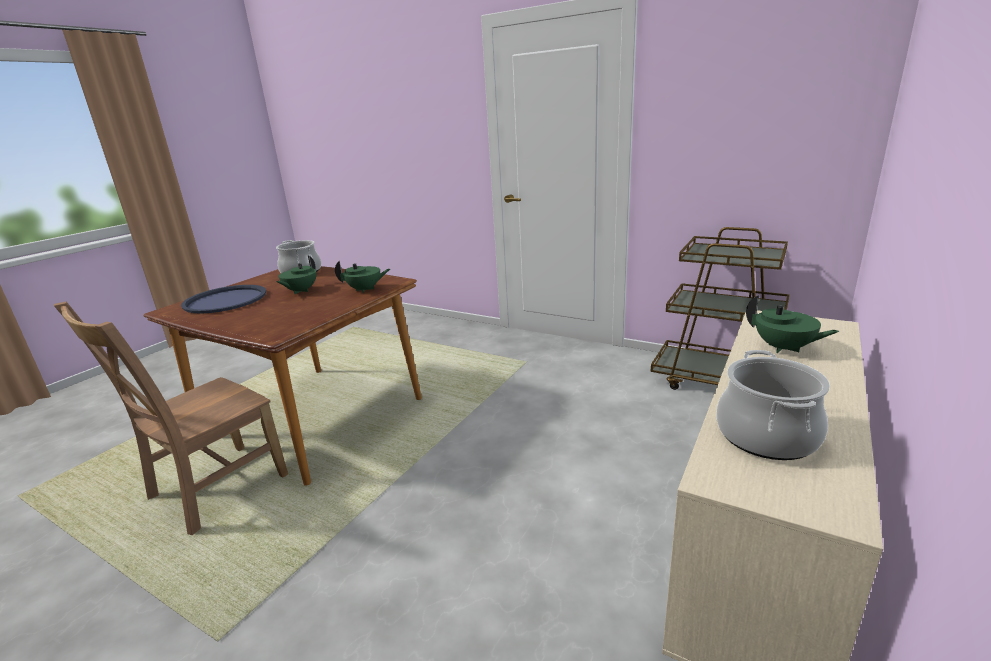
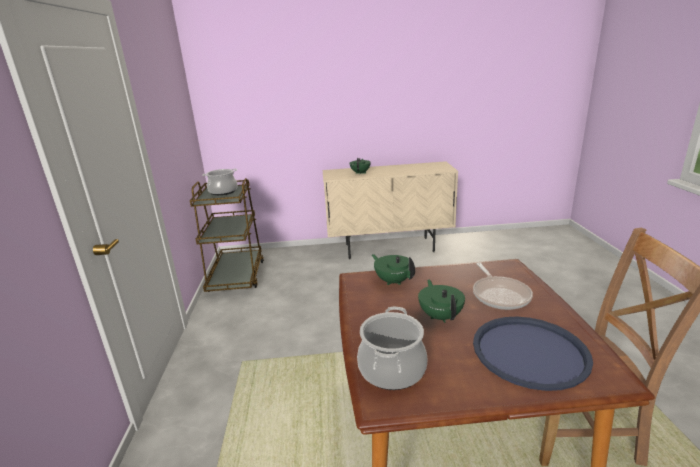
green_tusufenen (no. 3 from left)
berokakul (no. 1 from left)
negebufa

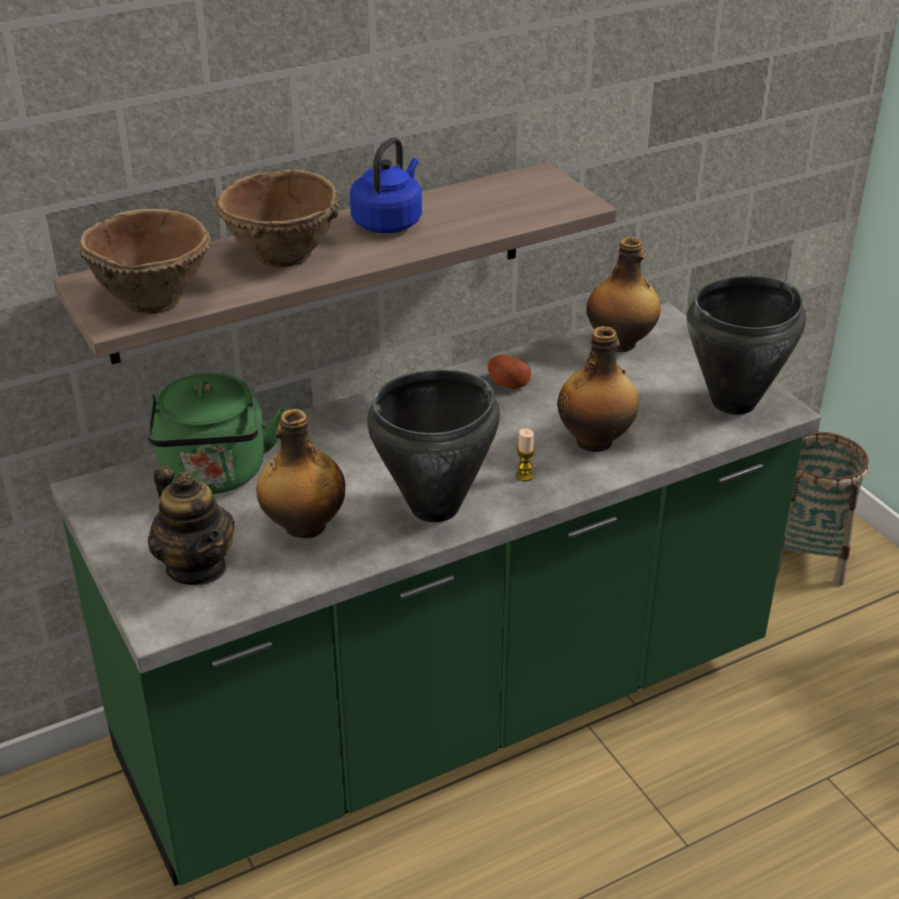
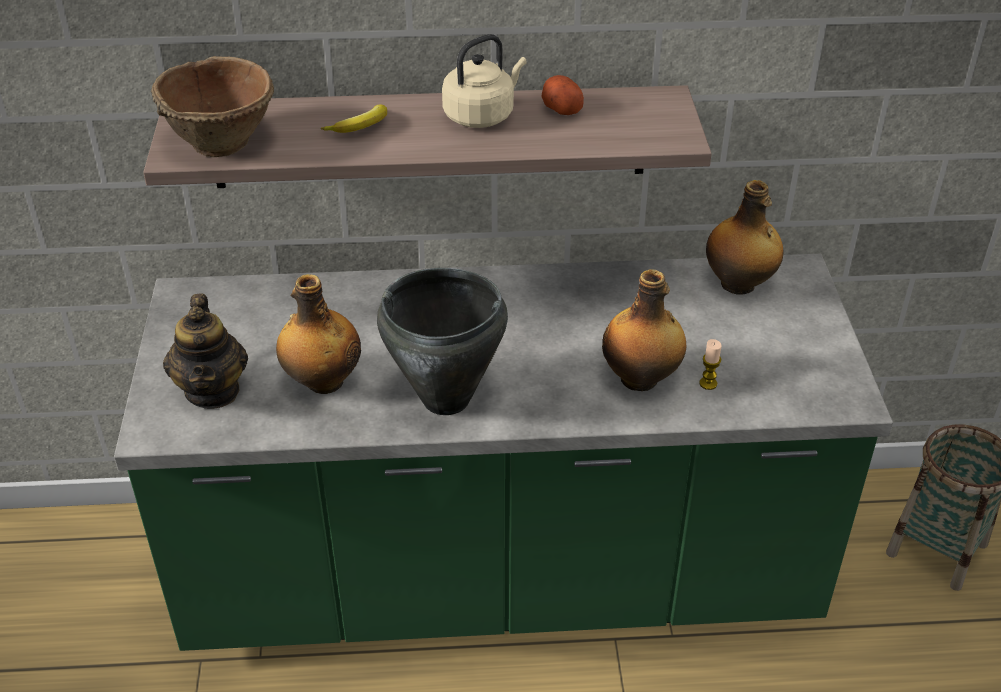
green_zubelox
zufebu
beige_zubelox
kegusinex
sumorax
black_berokakul (no. 2 from left in the first image)

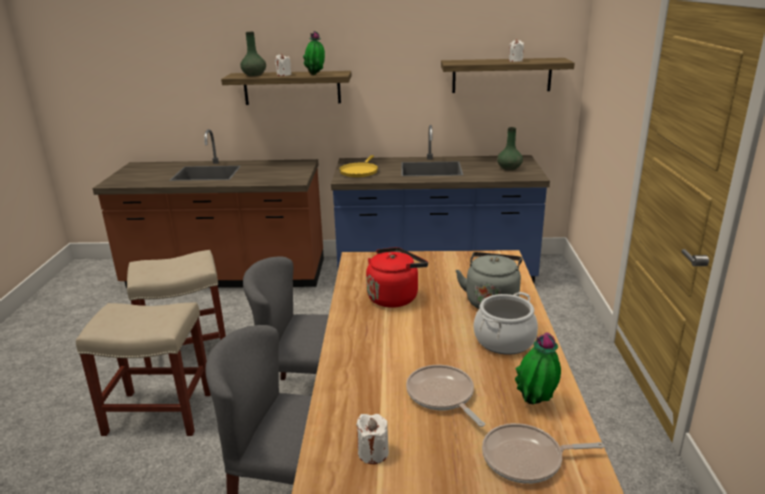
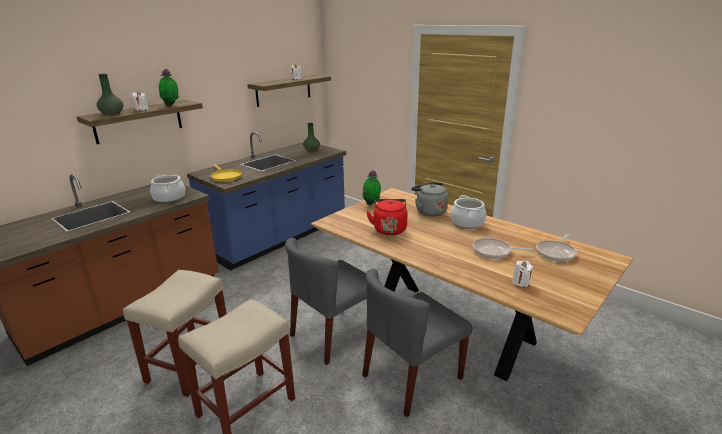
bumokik (no. 2 from left)
berokakul (no. 1 from left)

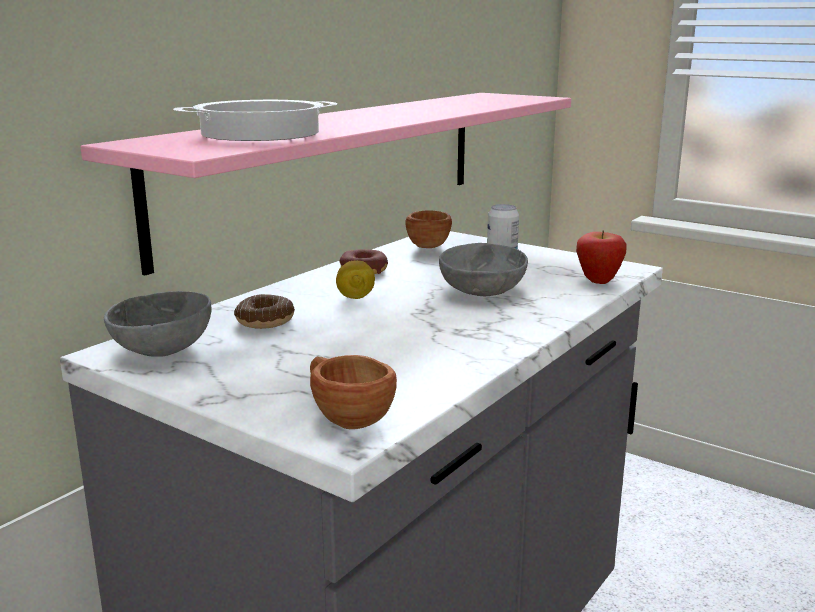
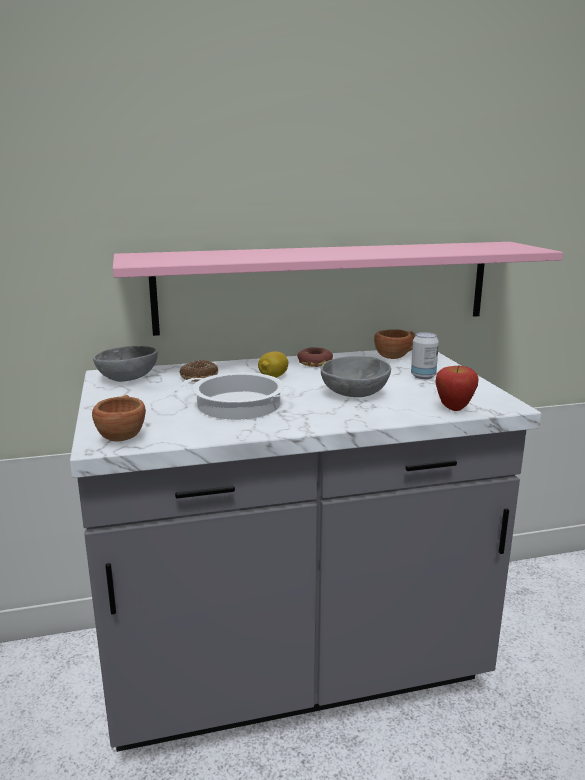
berokakul

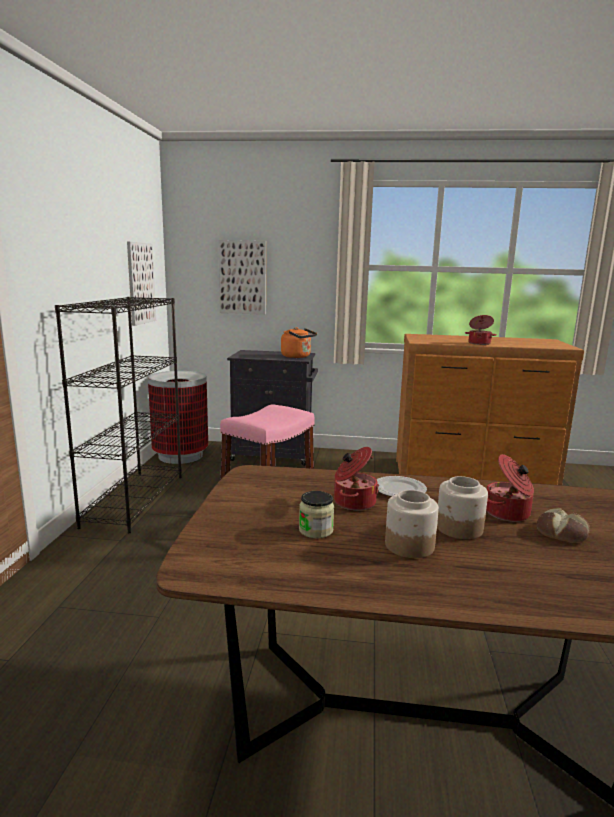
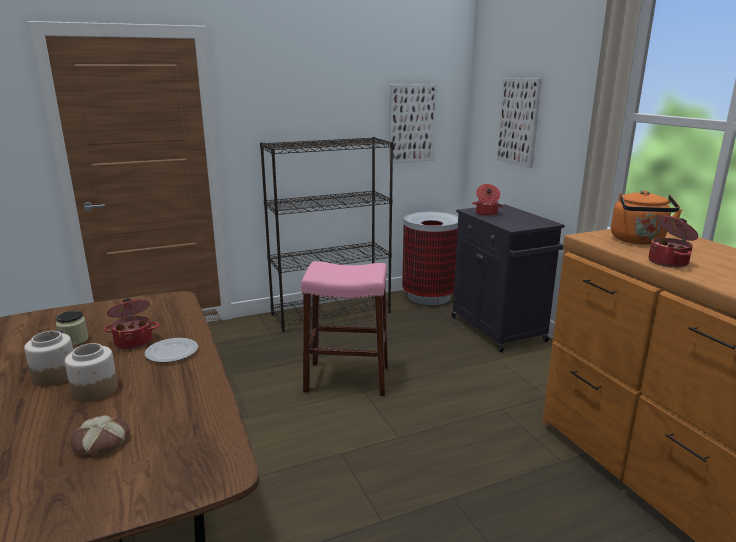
orange_zubelox
berokakul (no. 2 from left)

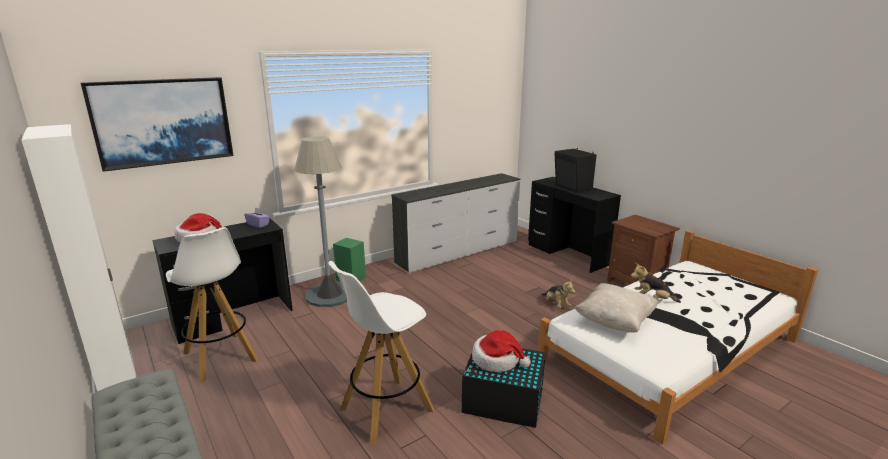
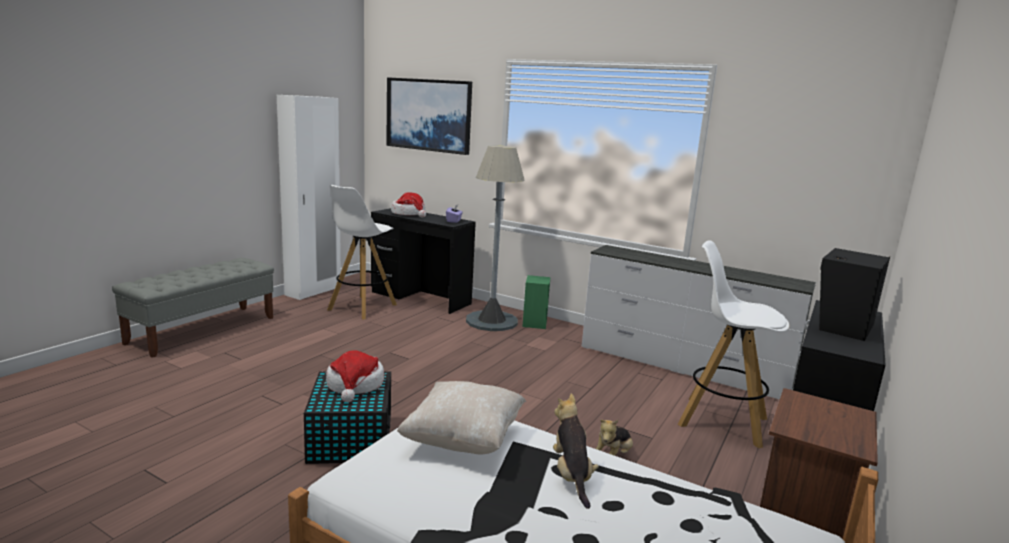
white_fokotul (no. 2 from left)

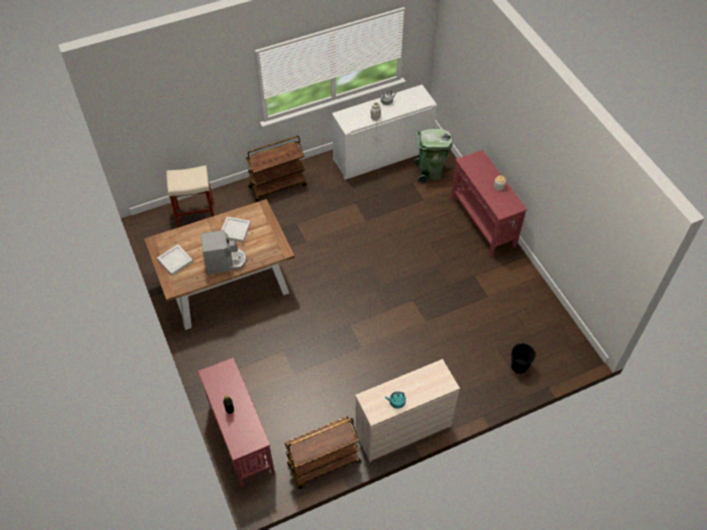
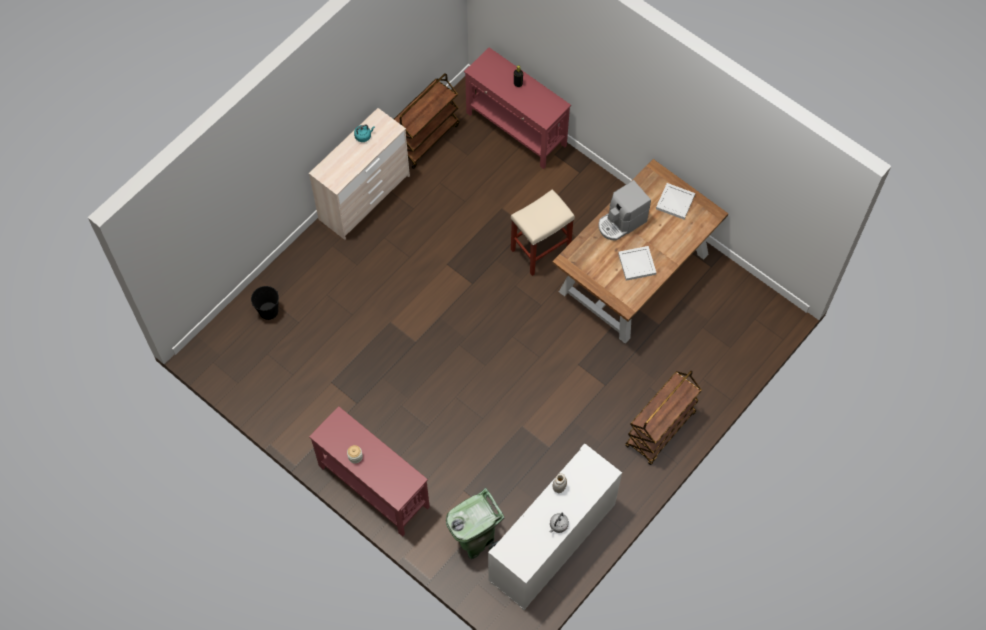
beige_fokotul

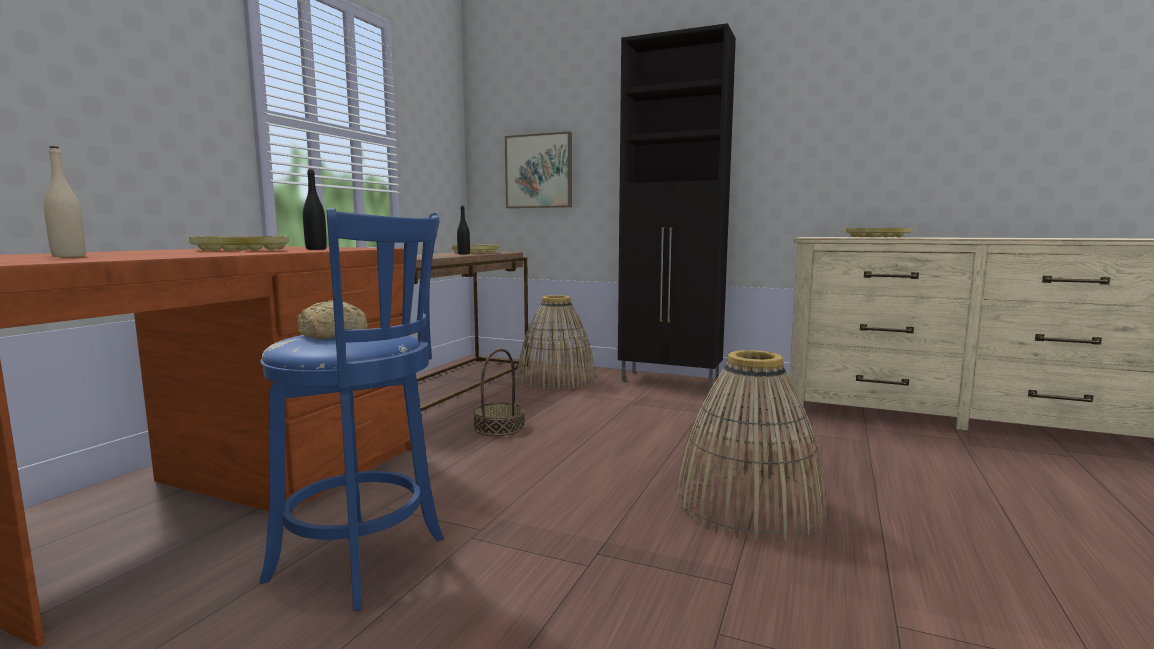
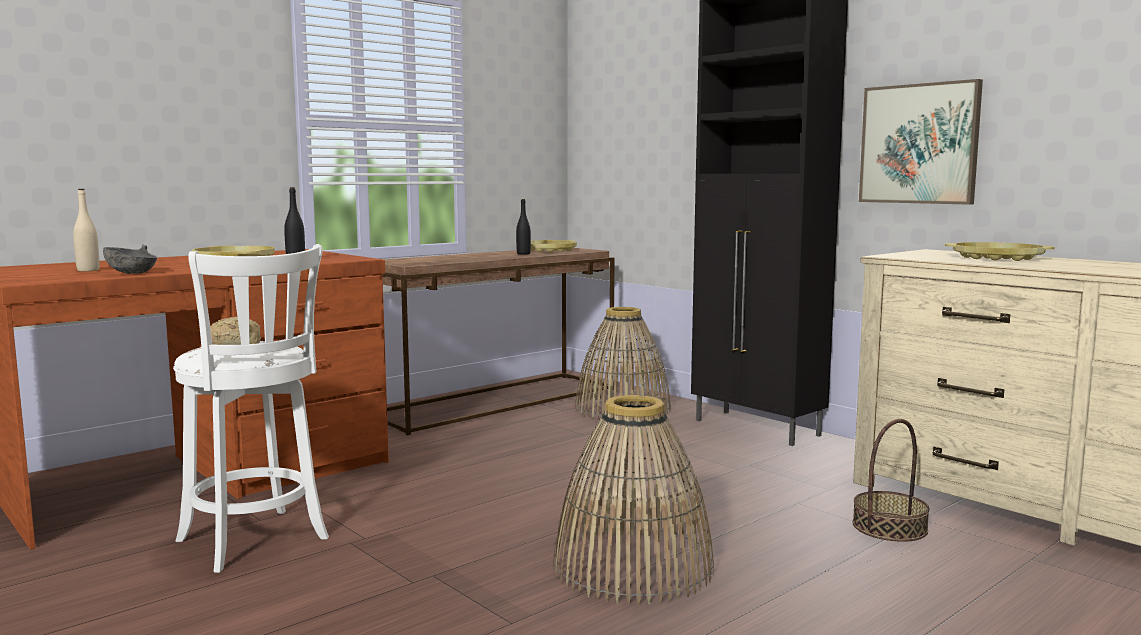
white_fokotul
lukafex (no. 3 from left)
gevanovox
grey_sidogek

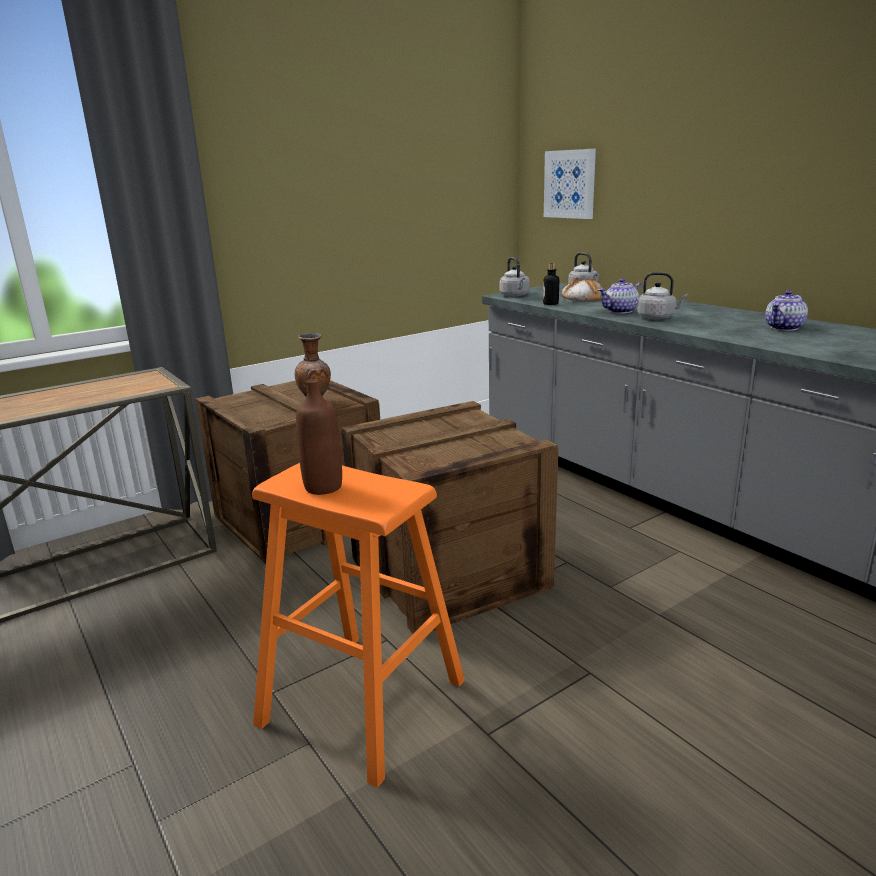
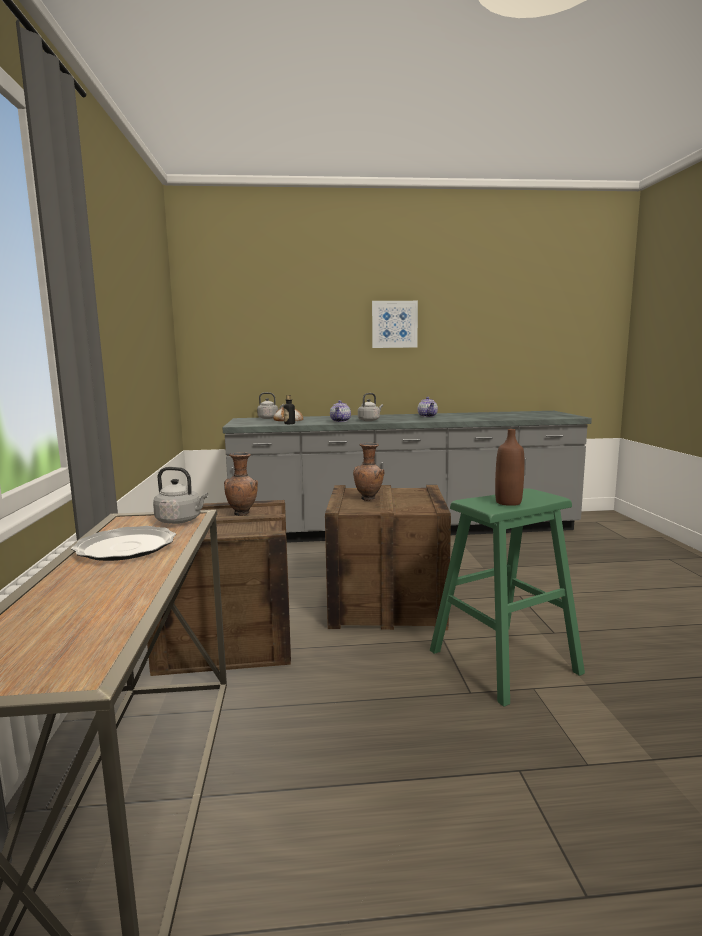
green_fokotul
grey_zubelox (no. 1 from left)
gevanovox
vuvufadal
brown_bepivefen (no. 2 from left)

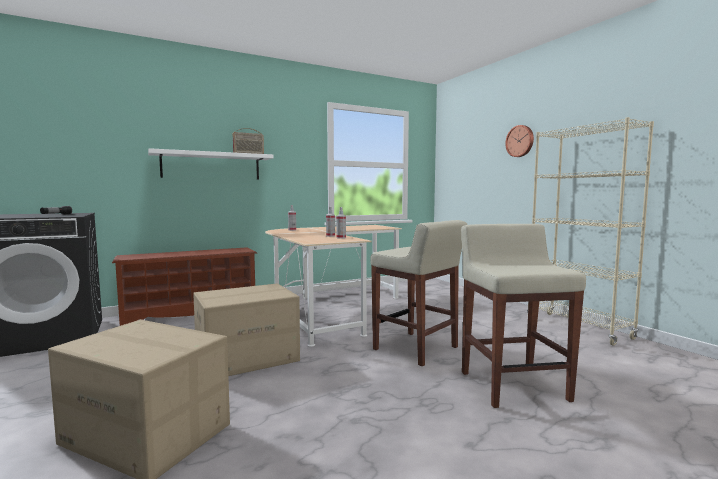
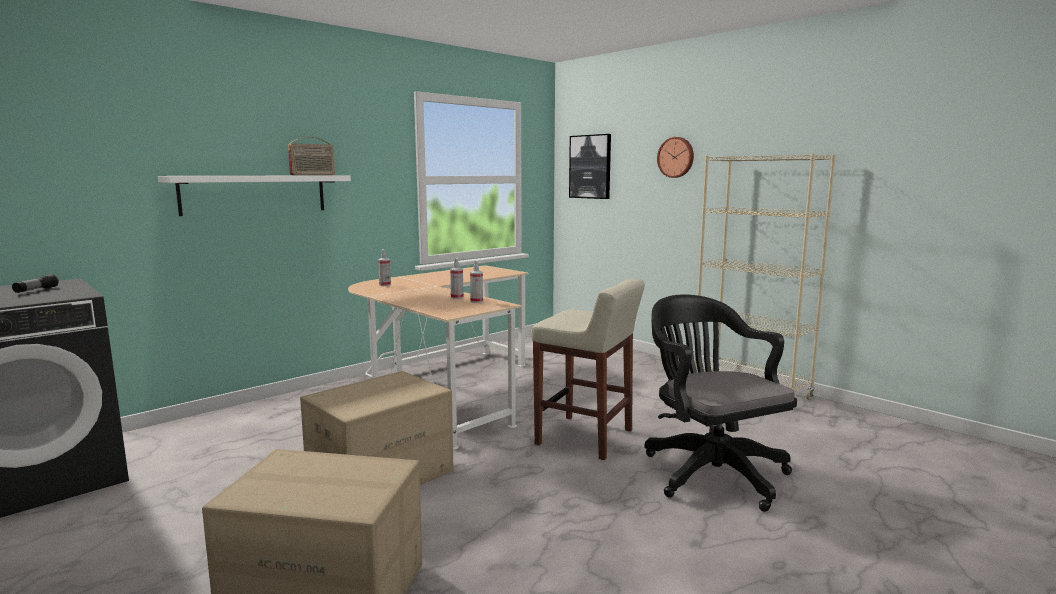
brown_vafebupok
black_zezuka
gevanovox

